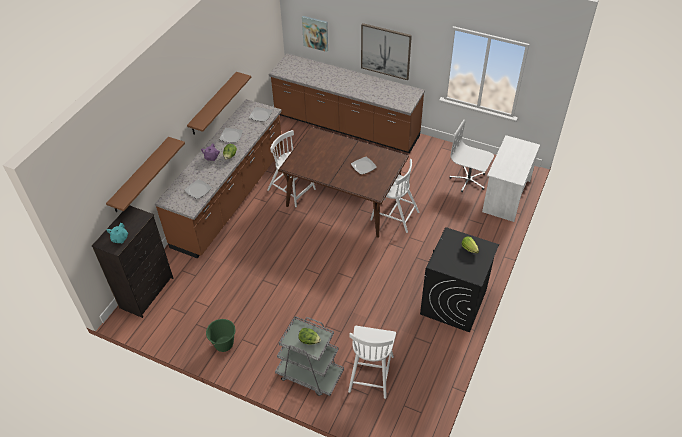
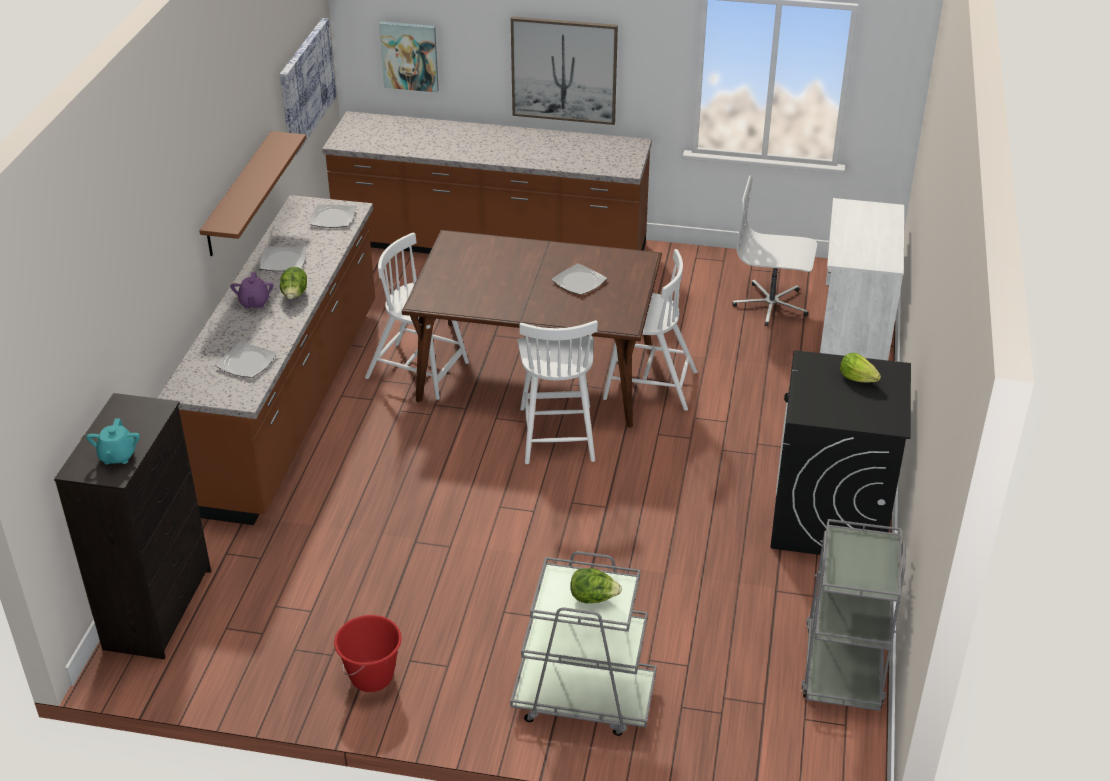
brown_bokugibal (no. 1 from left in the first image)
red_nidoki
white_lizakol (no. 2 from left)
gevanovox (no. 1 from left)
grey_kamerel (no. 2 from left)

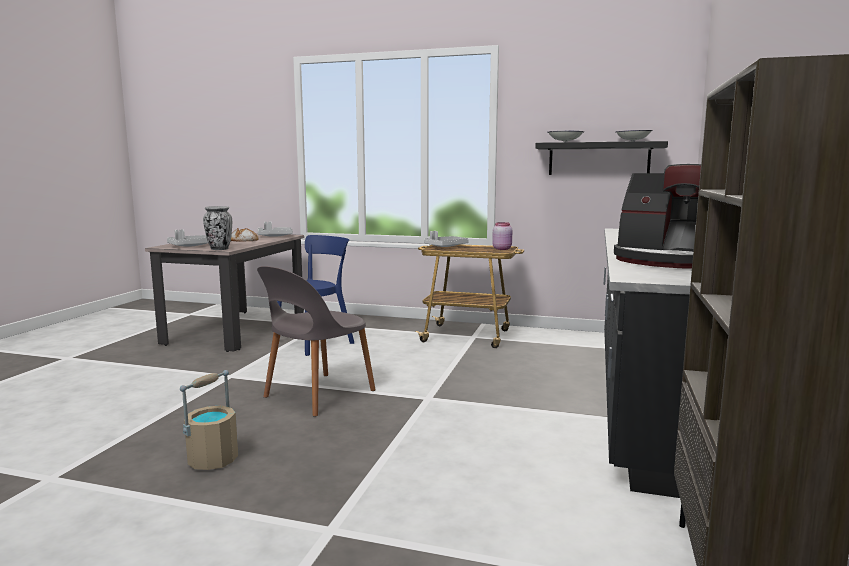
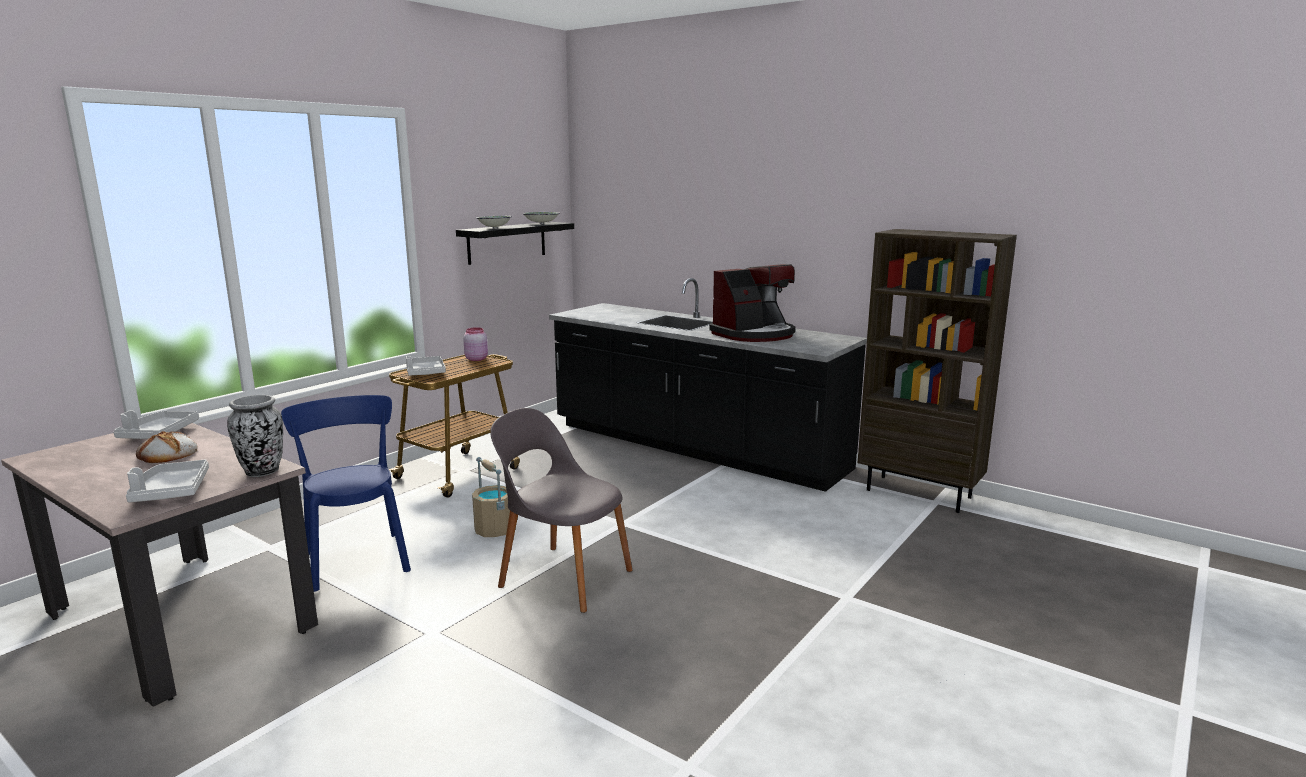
beige_nidoki
grey_lizakol

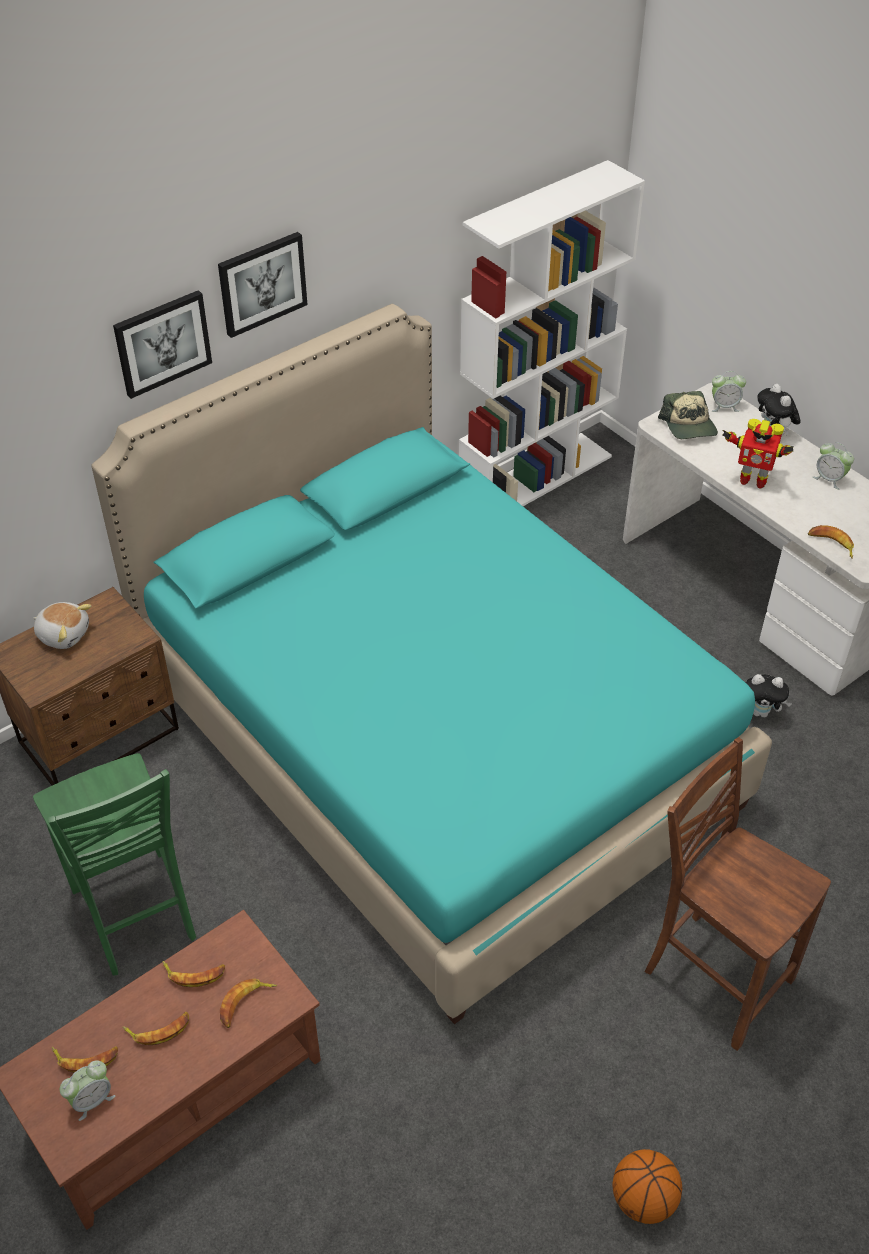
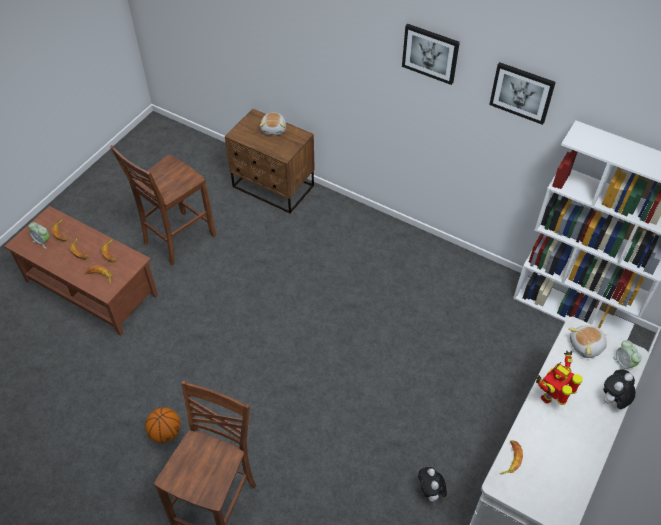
brown_lizakol (no. 1 from left)
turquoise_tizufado
gevanovox (no. 2 from left)
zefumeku
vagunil (no. 3 from left)
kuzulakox
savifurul (no. 3 from left in the first image)

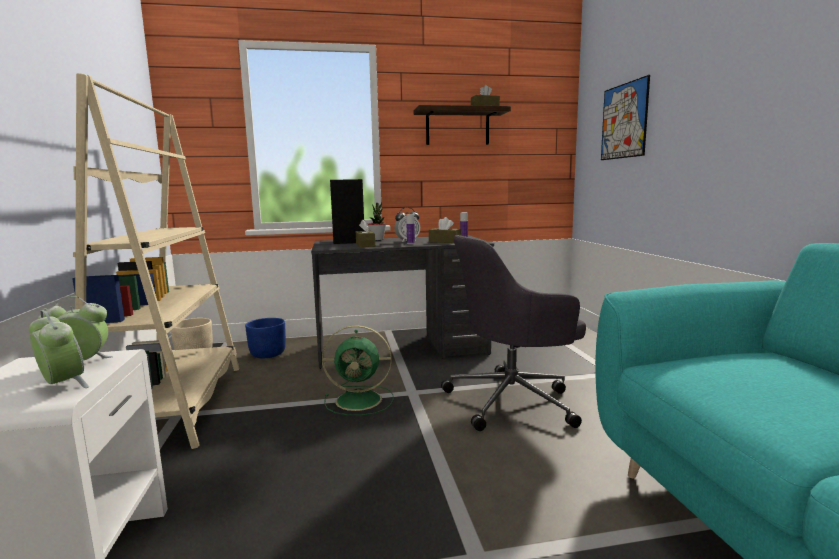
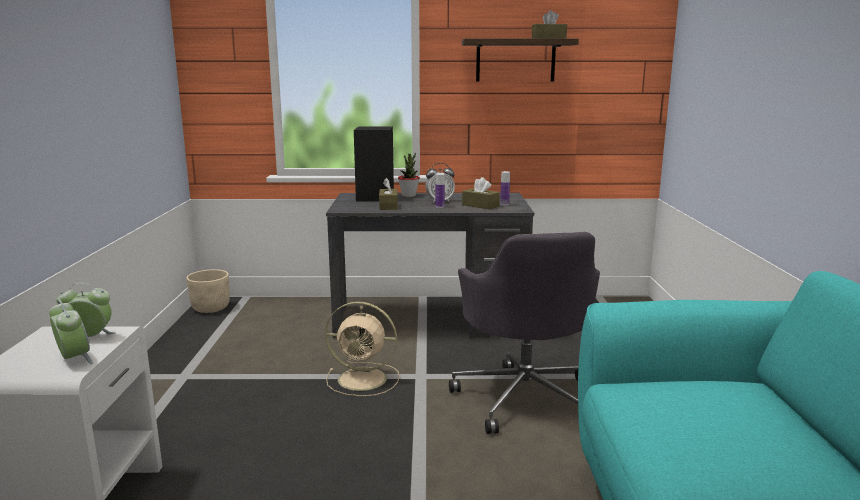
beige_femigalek
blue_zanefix
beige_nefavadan
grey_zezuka
gevanovox

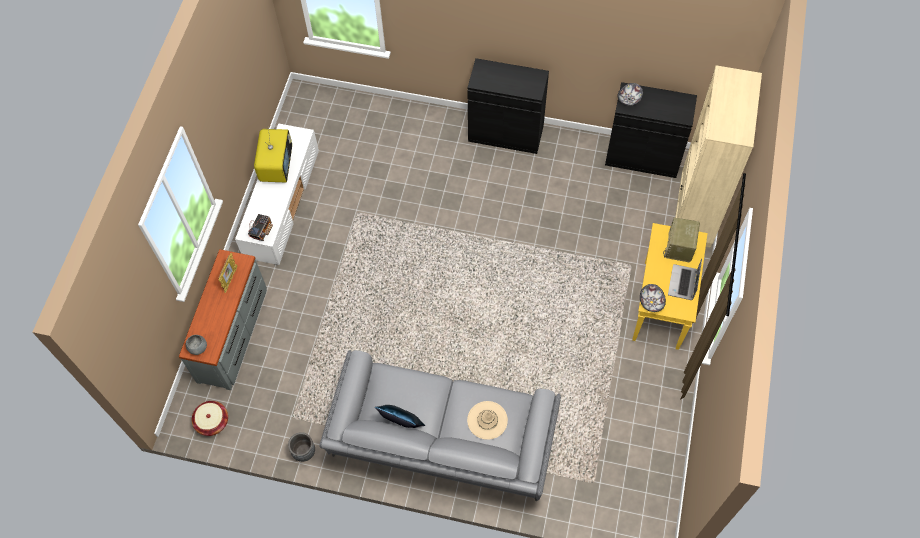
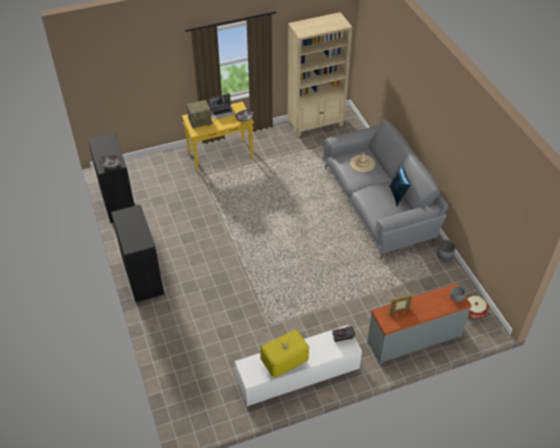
beige_femigalek

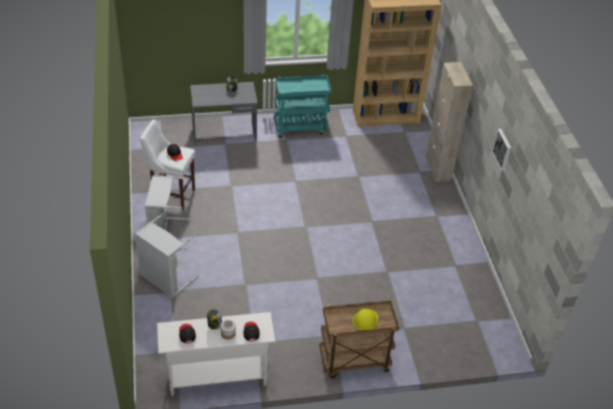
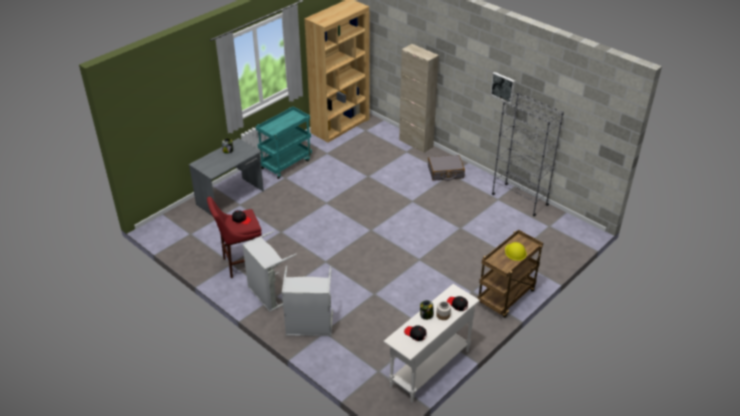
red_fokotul
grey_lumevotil
grey_femigalek

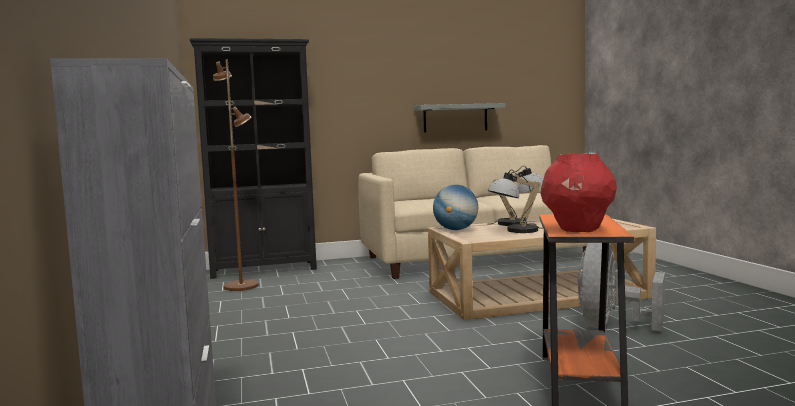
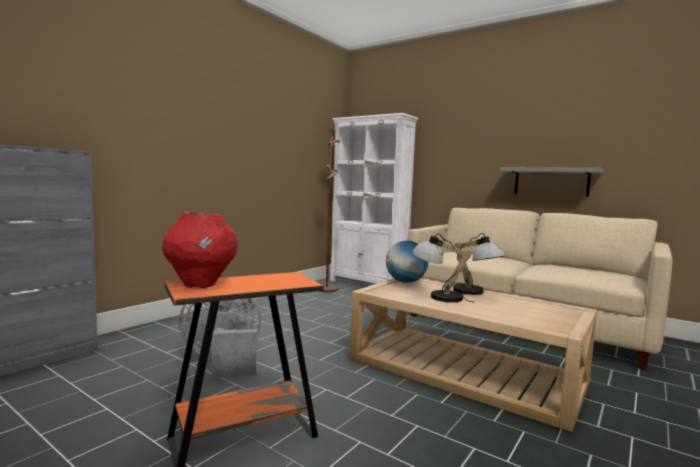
white_femigalek
grey_nefavadan

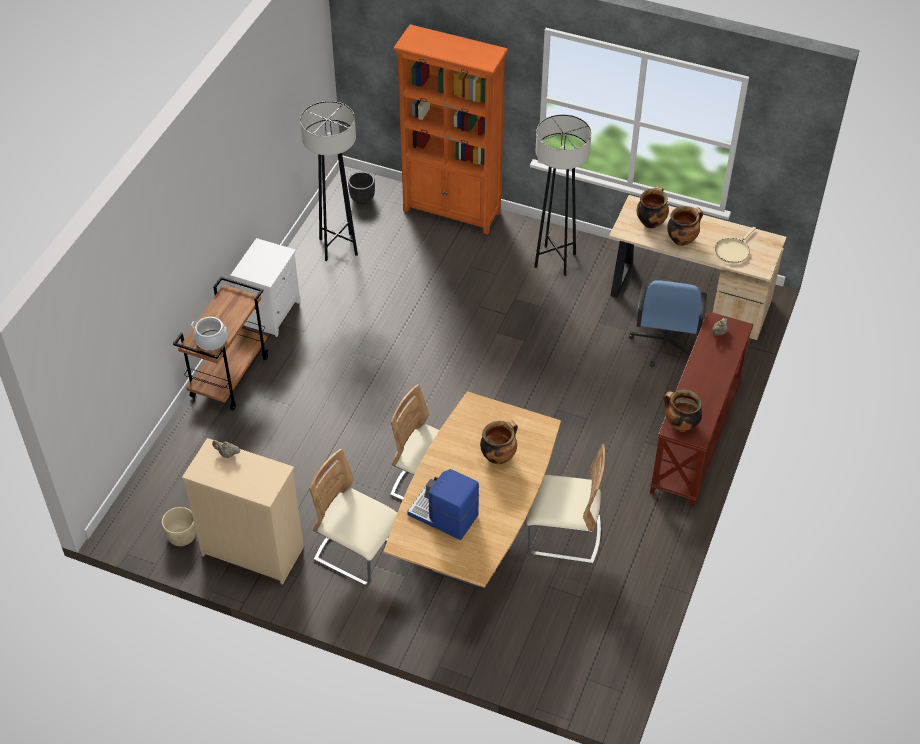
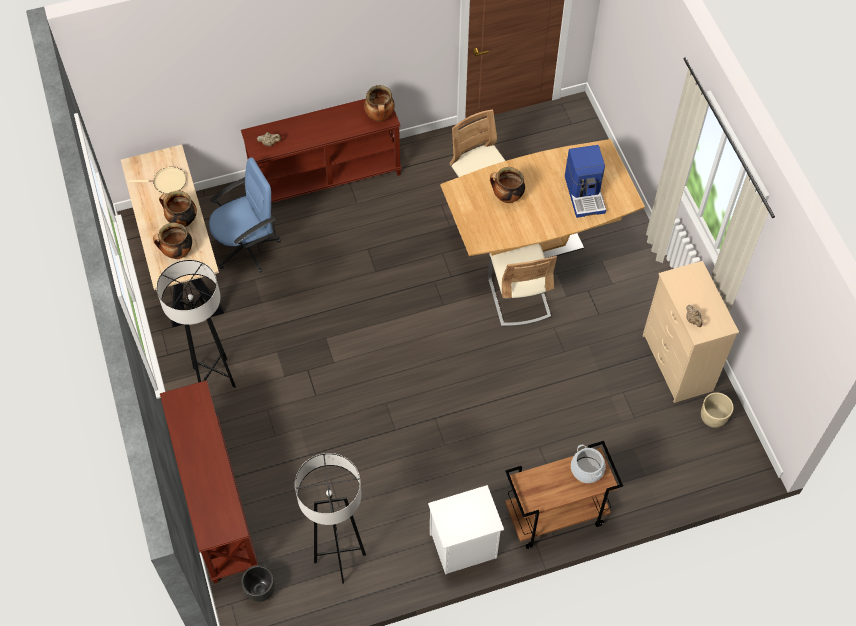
beige_lizakol (no. 1 from left in the first image)
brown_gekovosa (no. 1 from left)

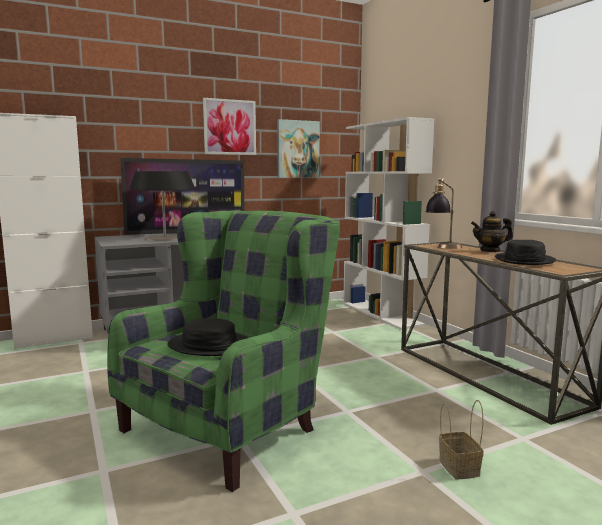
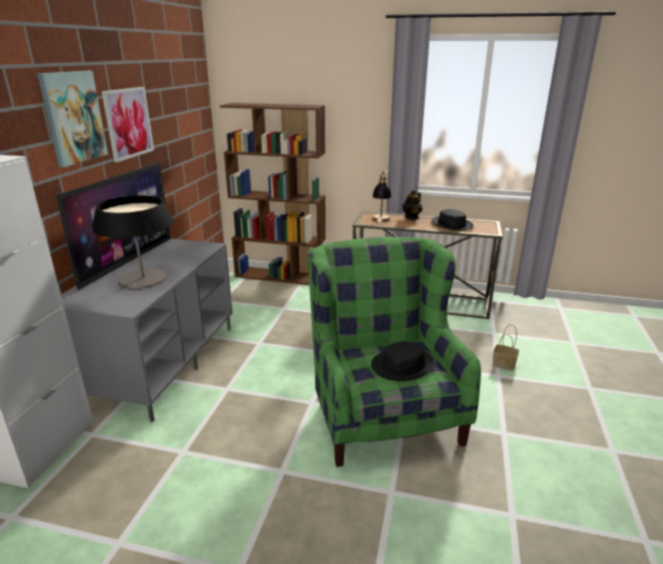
gevanovox (no. 1 from left)
brown_femigalek

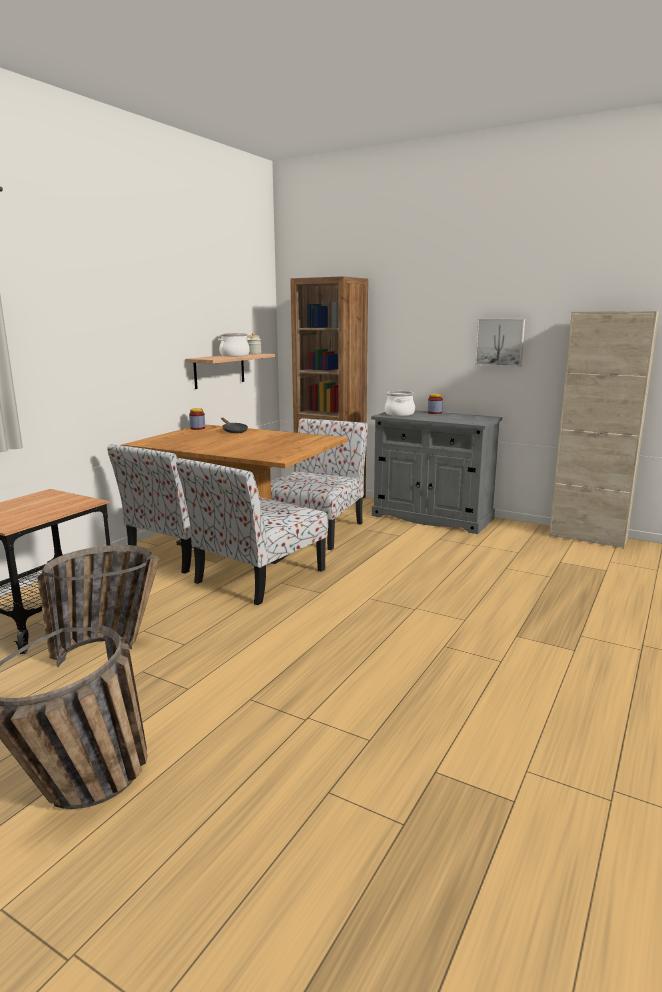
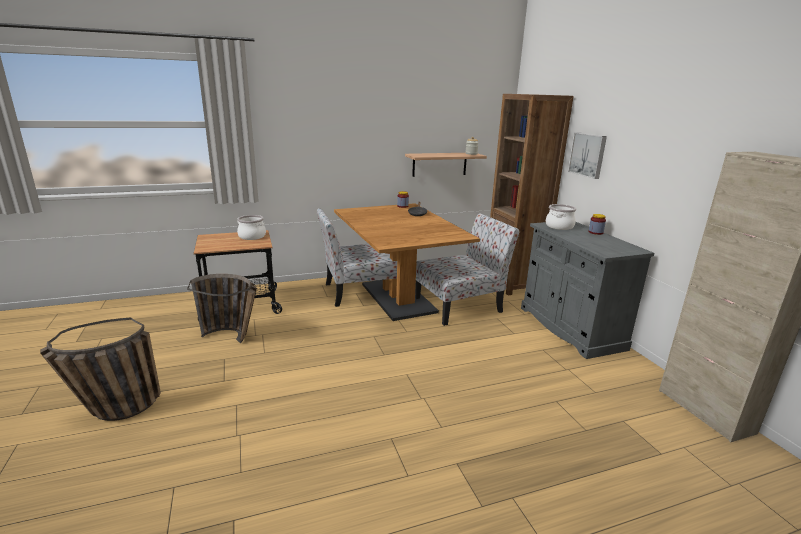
lizakol (no. 2 from left in the first image)
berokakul (no. 1 from left)
gevanovox

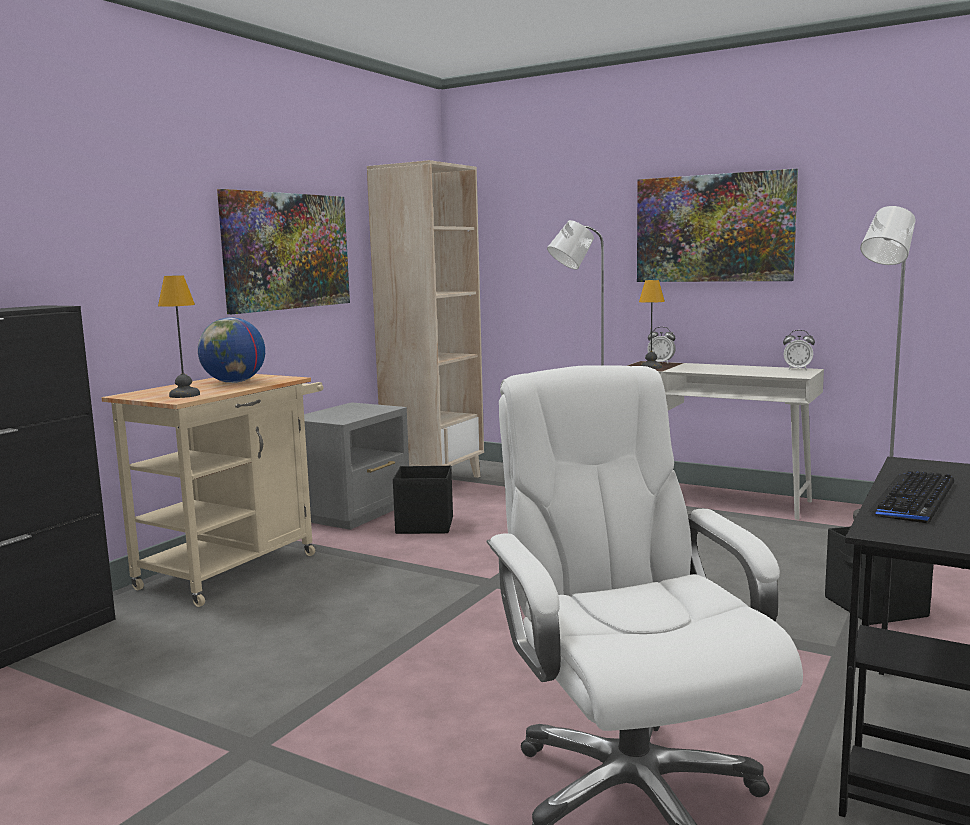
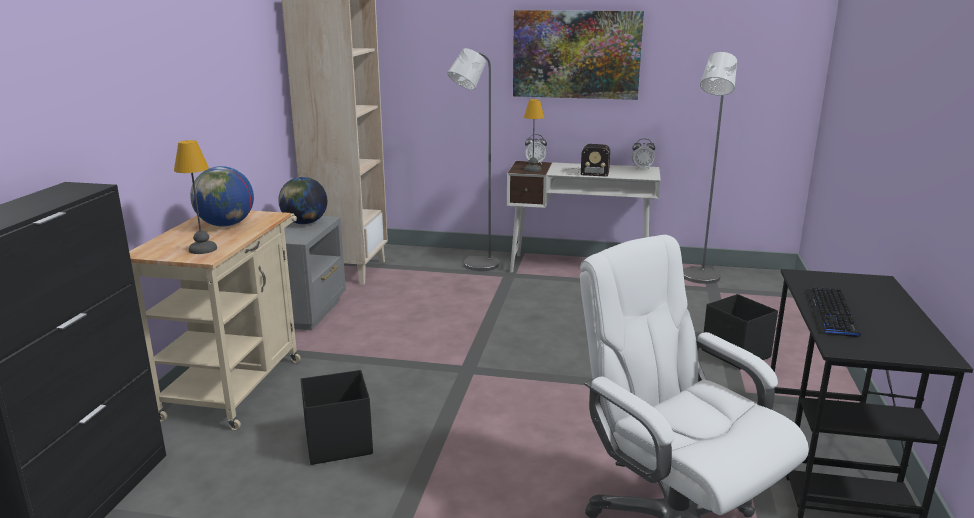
gevanovox (no. 1 from left in the first image)
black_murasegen (no. 1 from left)
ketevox (no. 2 from left)
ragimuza

